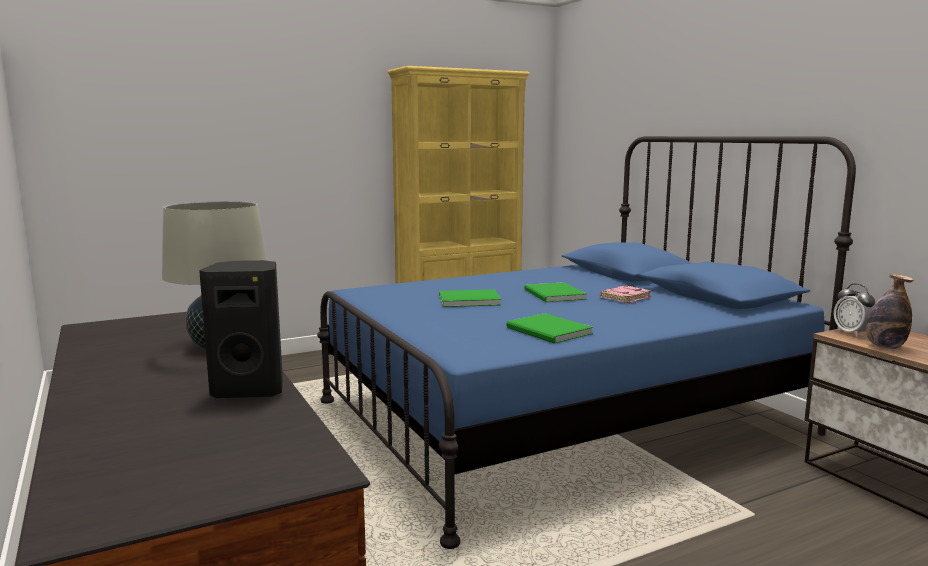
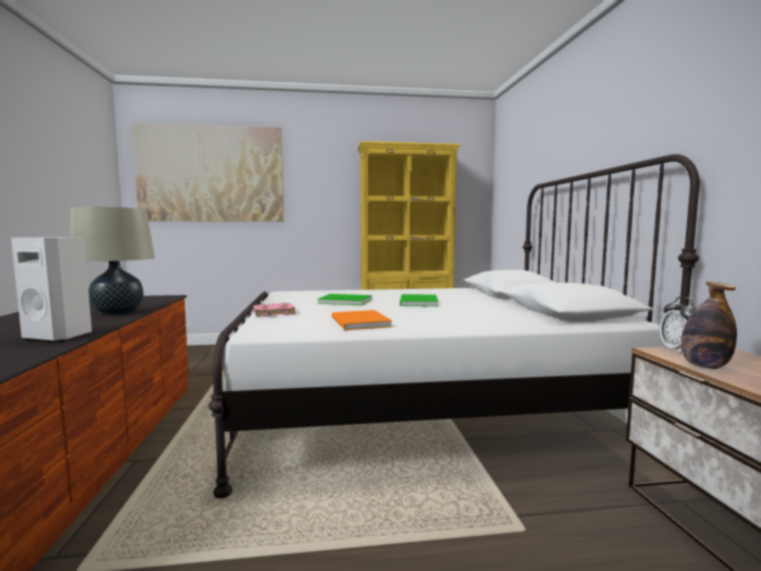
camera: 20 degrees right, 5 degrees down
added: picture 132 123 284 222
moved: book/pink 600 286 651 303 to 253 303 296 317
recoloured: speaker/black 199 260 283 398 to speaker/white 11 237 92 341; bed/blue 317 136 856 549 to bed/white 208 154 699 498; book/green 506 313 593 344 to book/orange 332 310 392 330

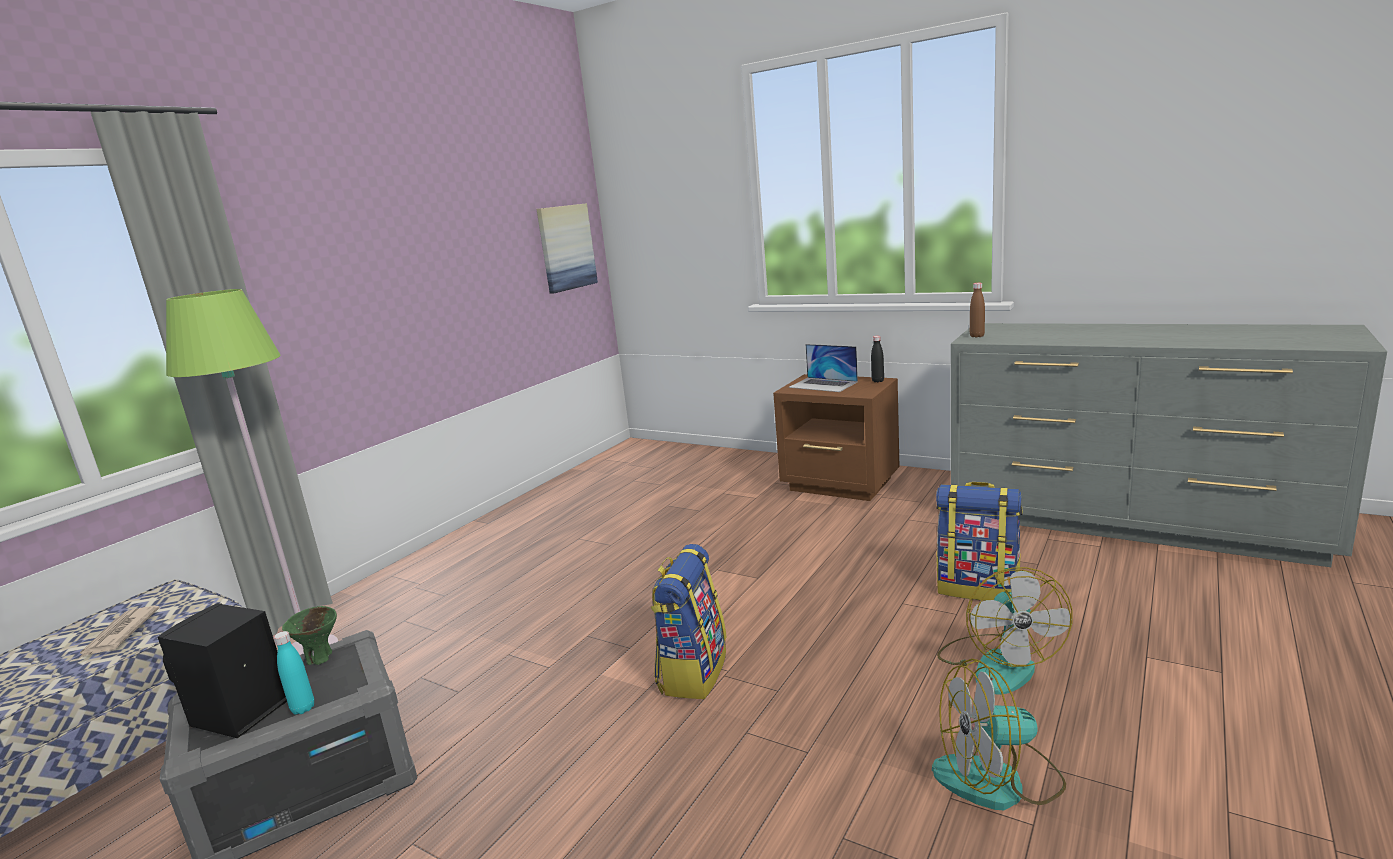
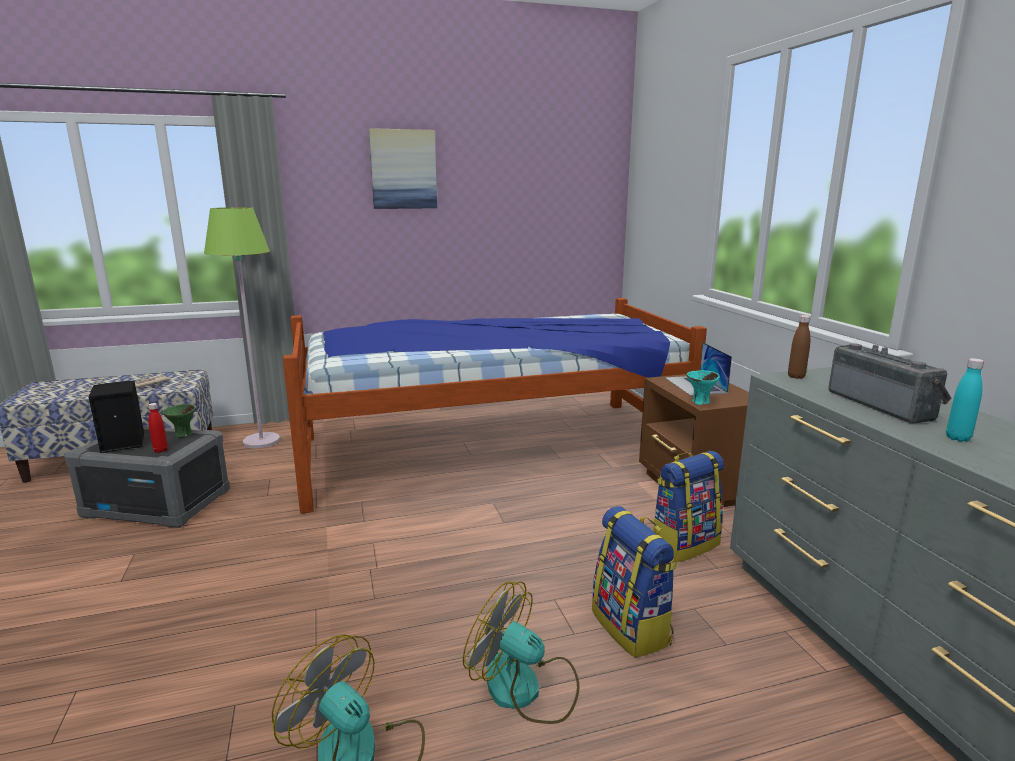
camera: 40 degrees right, 0 degrees up
removed: bottle/black 871 336 884 382
added: bottle/red 148 403 168 453; bed 283 298 707 514; bowl/turquoise 687 370 720 405; radio 828 343 951 424
moved: bottle/turquoise 273 631 314 715 to 946 358 984 442; picture 537 203 598 294 to 369 128 437 209; backpack 651 544 727 699 to 653 451 724 563
turned: fan 937 567 1073 695 = 463 581 580 724 75 degrees clockwise

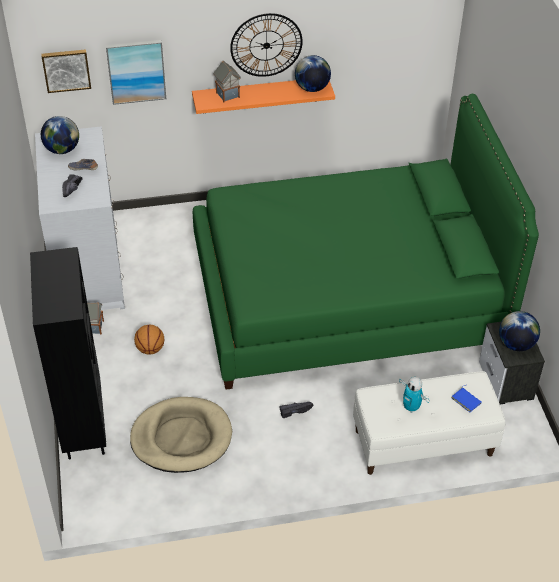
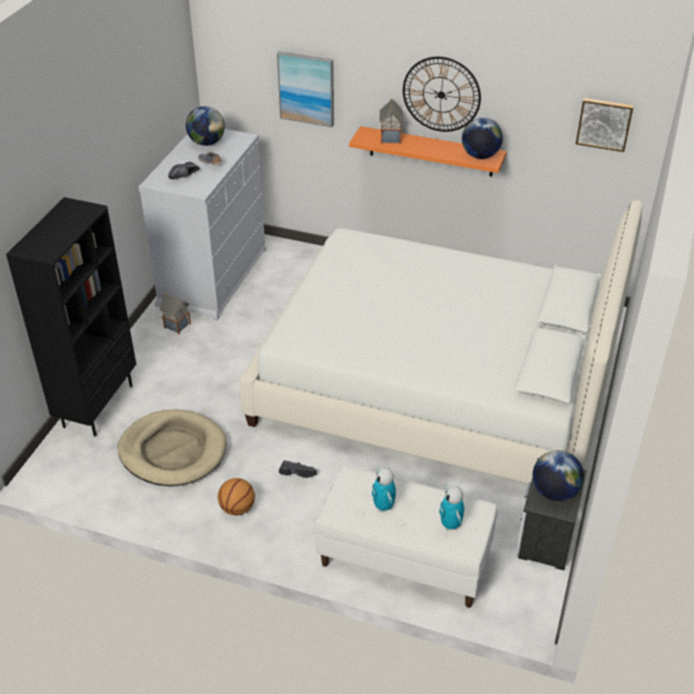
camera: 30 degrees right, 5 degrees down
moved: picture 41 49 91 93 to 576 98 634 152; basketball 134 325 164 355 to 218 478 255 515
replaced: book/blue 451 385 482 412 to toy robot 439 485 464 531
recoloured: bed/green 193 94 539 390 to bed/white 240 200 643 484

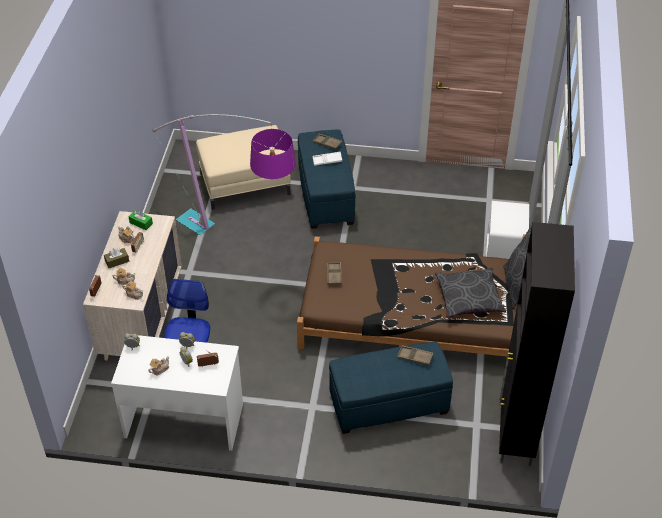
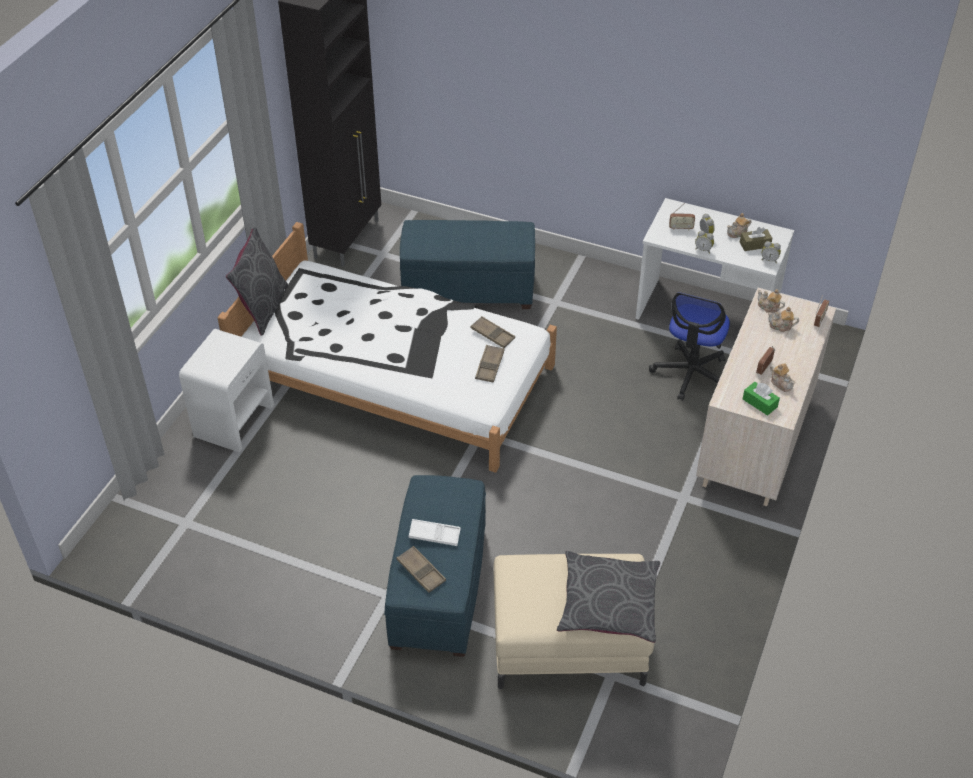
camera: 165 degrees left, 0 degrees up
removed: floor lamp 152 114 296 235
moved: tissue box/brown 104 247 129 268 to 740 227 772 251; tray/brown 397 346 434 365 to 471 316 515 348; pillow/grey 435 268 506 317 to 557 551 660 643
recoloured: bed/brown 297 234 526 357 to bed/white 217 222 557 473

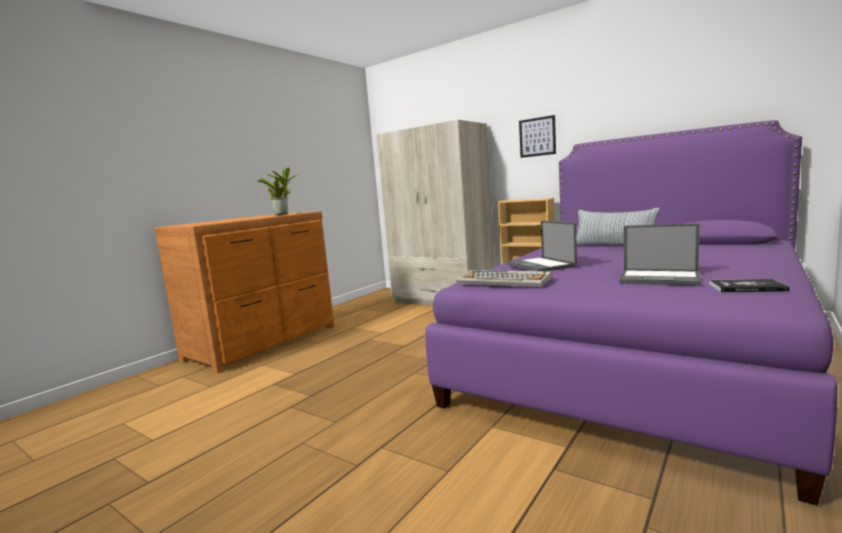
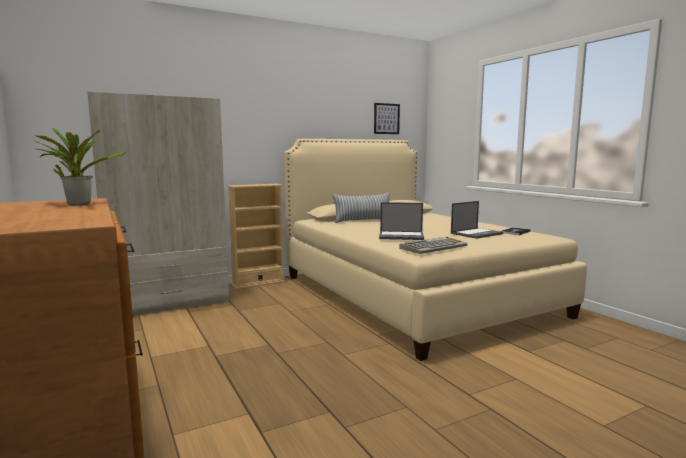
camera: 65 degrees left, 0 degrees up
moved: picture 519 115 556 158 to 374 103 400 134
recoloured: bed/purple 425 120 837 506 to bed/beige 284 139 587 361

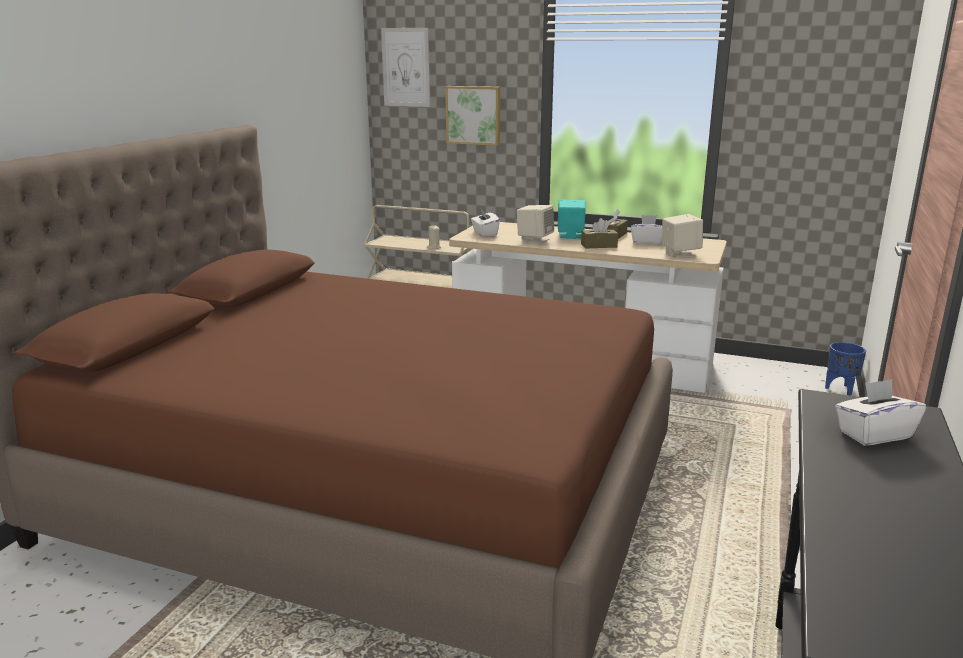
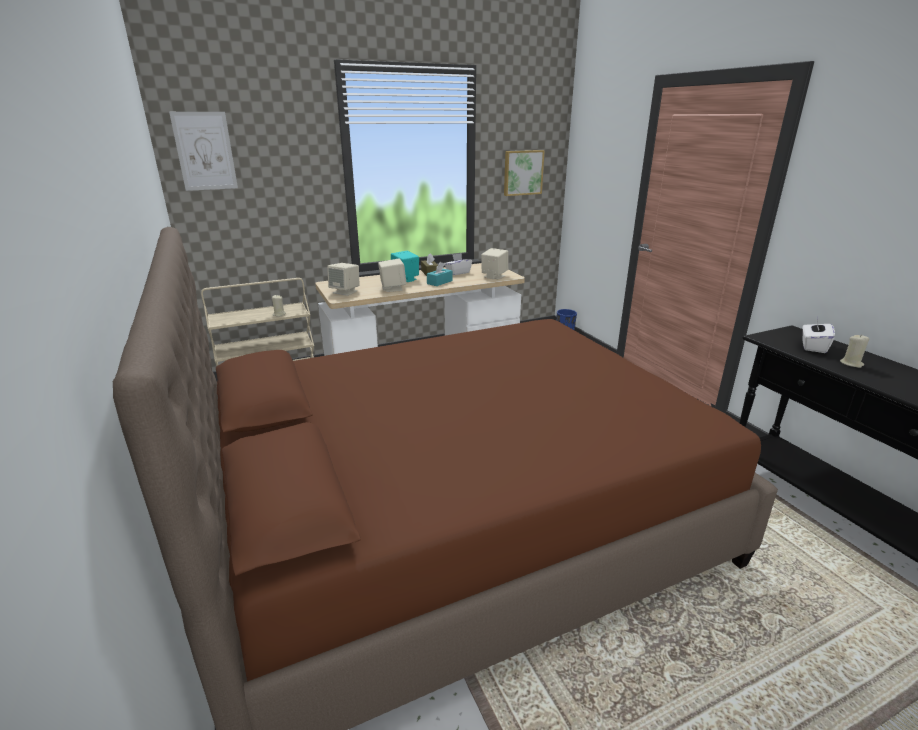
camera: 45 degrees left, 5 degrees up
added: candle/beige 840 334 869 368
moved: picture 445 86 500 146 to 504 150 545 196
replaced: tissue box/white 471 208 500 237 to speaker/beige 327 263 360 296
recoloured: tissue box/brown 581 218 618 248 to tissue box/turquoise 427 262 452 286

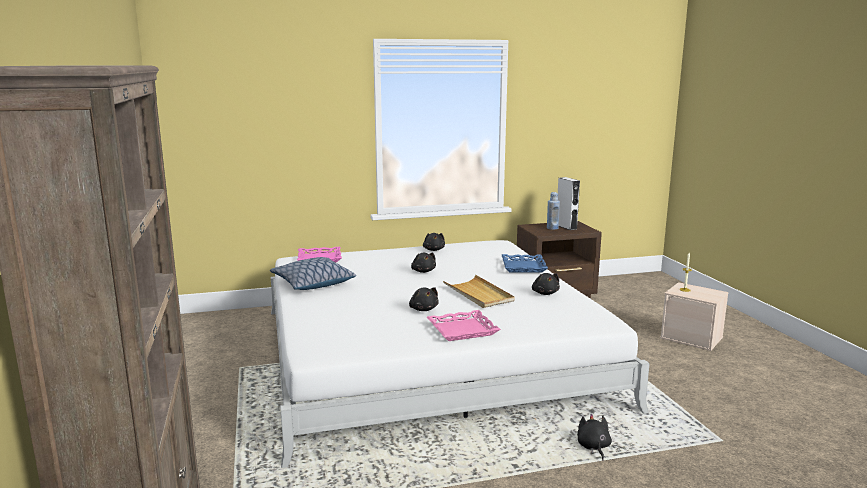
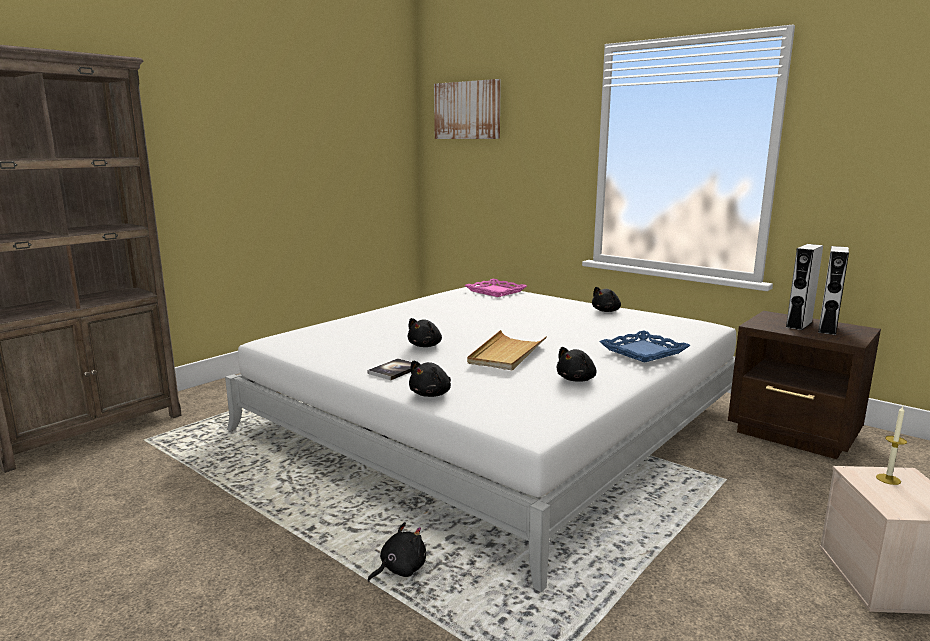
camera: 55 degrees right, 0 degrees up
removed: pillow 270 257 356 290
added: picture 434 79 501 139
moved: plush toy/black 411 252 436 273 to 409 361 451 397
replaced: tray/pink 427 310 501 341 to book 368 358 411 380; bottle/blue 547 192 560 230 to speaker/grey 786 244 823 330

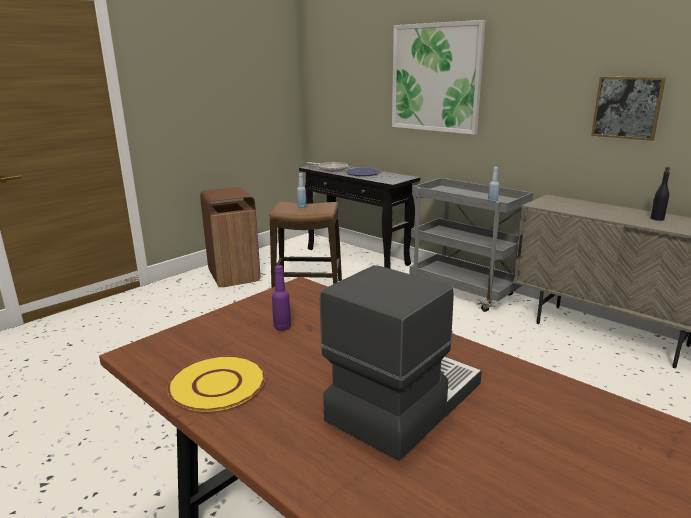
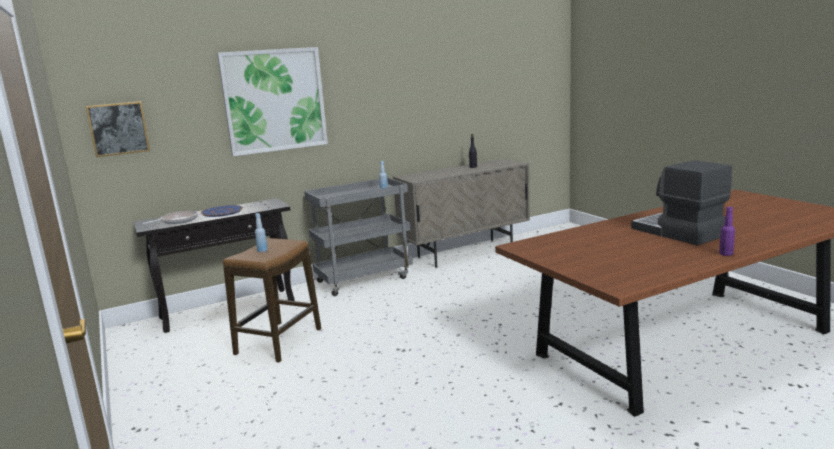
camera: 70 degrees left, 5 degrees down
removed: plate/yellow 167 356 265 412; trash can/brown 200 187 261 287
moved: bottle/purple 272 265 291 331 to 719 207 735 256; picture 591 76 666 141 to 86 101 150 157

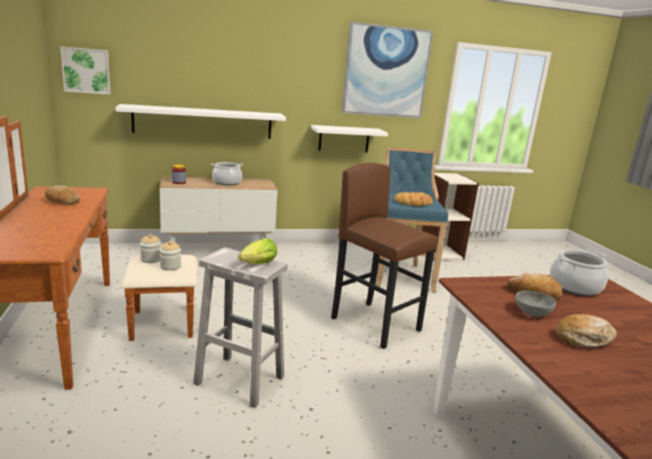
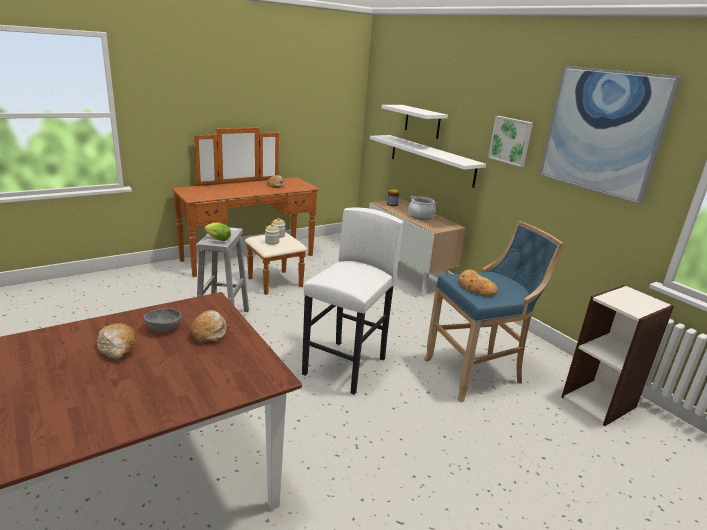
camera: 70 degrees right, 5 degrees up
removed: cooking pot 550 249 608 296
moved: picture 60 46 111 94 to 488 116 533 167; shelf/white 311 125 388 152 to 381 105 448 139
recoloured: stool/brown 331 163 438 349 to stool/white 302 208 403 395

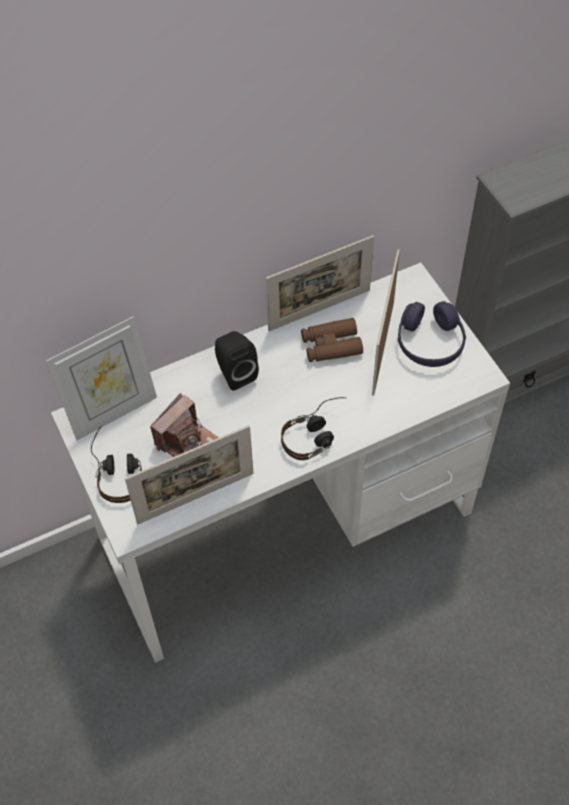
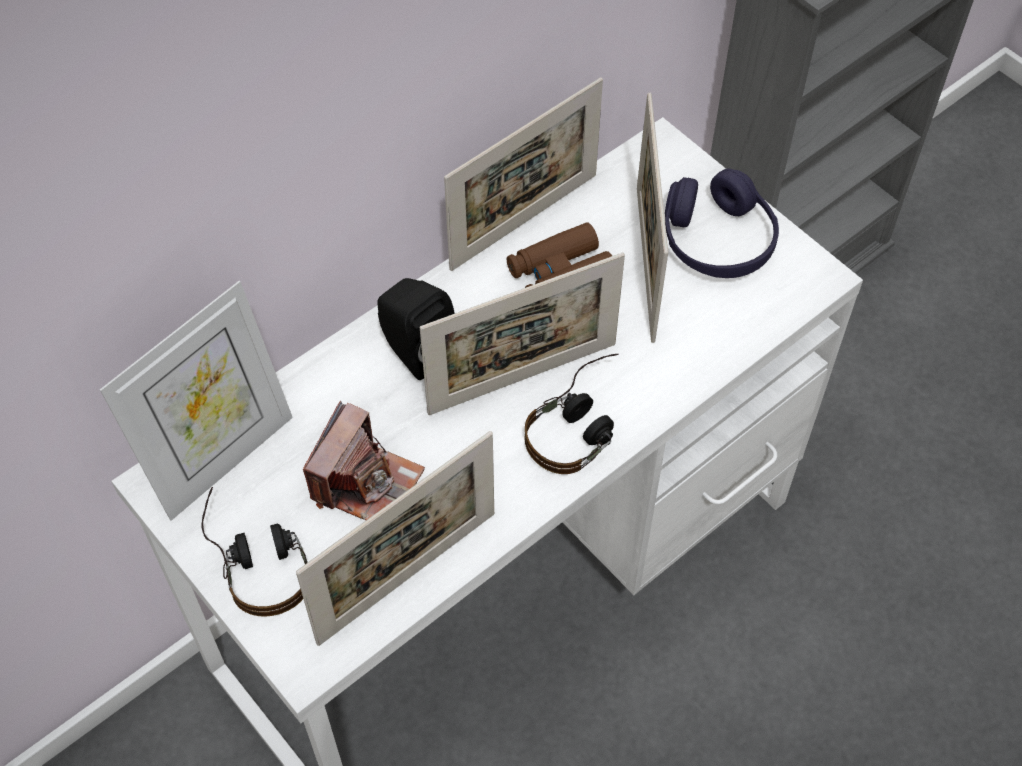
camera: 15 degrees left, 0 degrees up
added: picture frame 420 252 625 415

